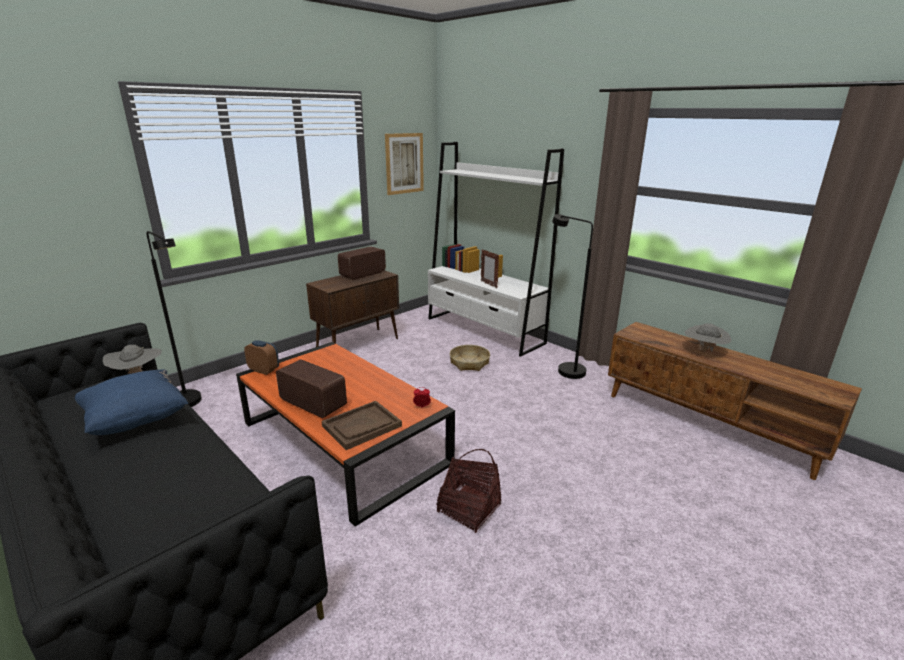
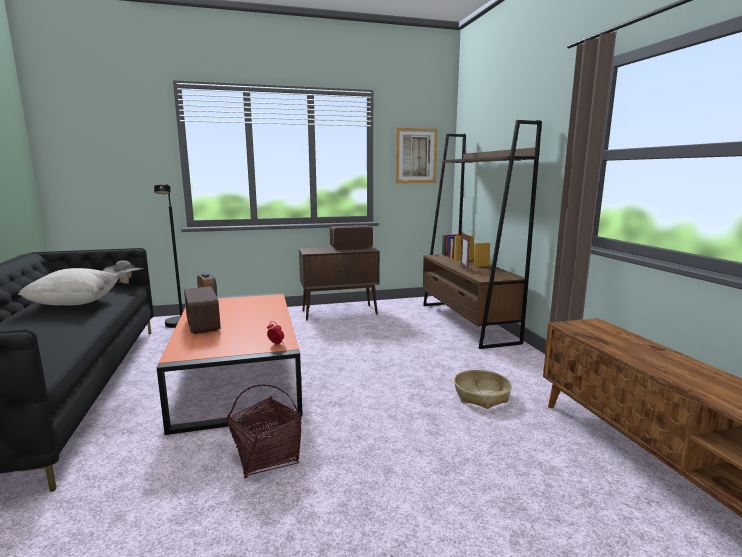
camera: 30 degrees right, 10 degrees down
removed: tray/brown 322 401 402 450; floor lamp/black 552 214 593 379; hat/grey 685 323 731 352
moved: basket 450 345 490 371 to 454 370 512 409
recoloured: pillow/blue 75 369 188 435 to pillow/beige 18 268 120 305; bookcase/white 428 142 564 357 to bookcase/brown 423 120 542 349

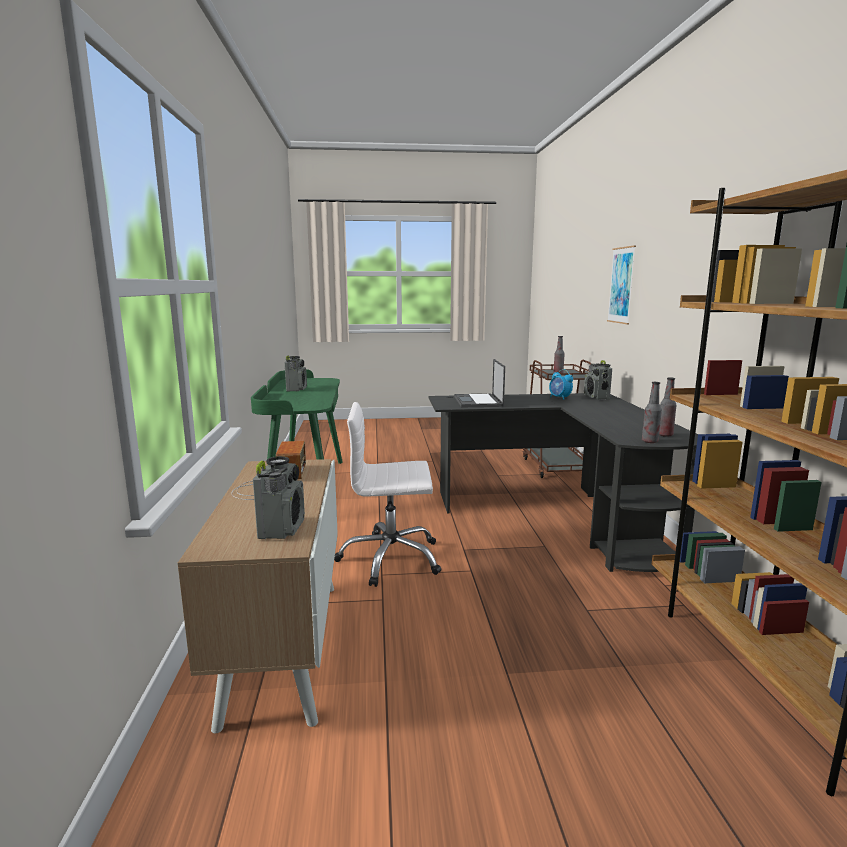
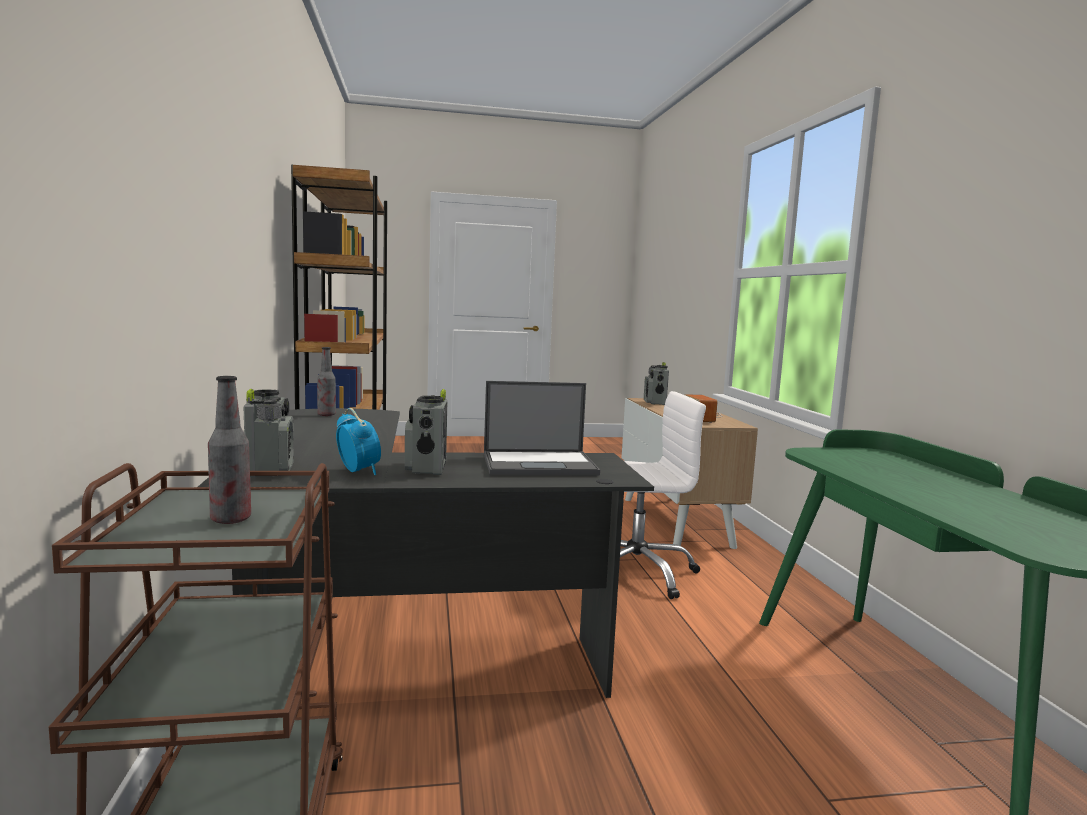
camera: 175 degrees right, 5 degrees down
removed: picture 607 245 636 324; bottle 642 382 662 443
moved: radio 285 356 307 392 to 405 389 448 475
turned: laptop 454 359 505 407 = 484 381 600 475 90 degrees clockwise

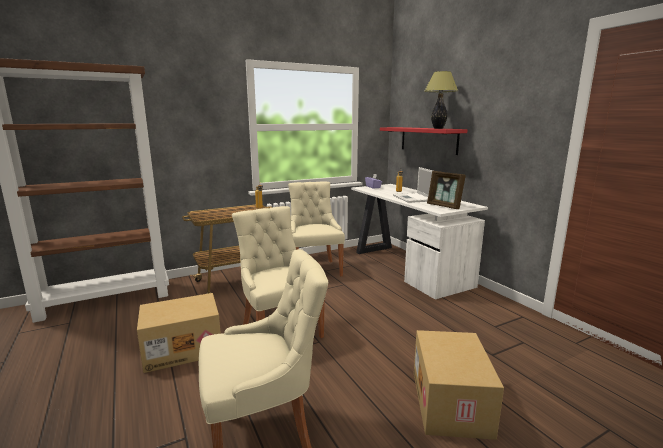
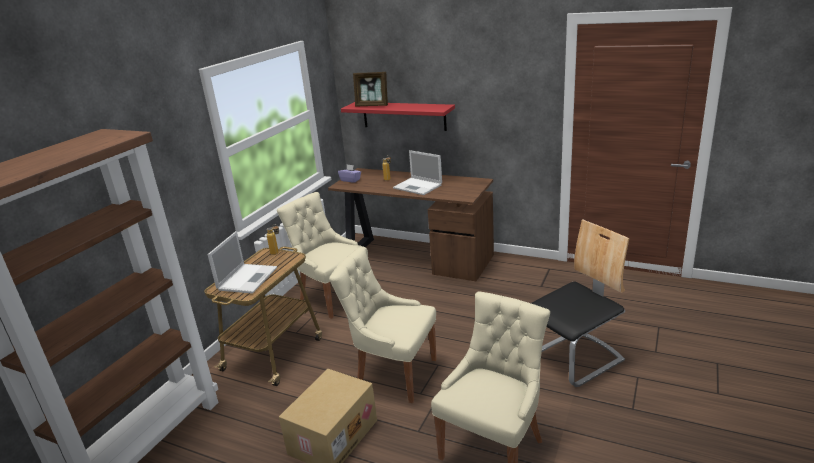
camera: 35 degrees left, 10 degrees up
removed: table lamp 424 71 458 129
added: laptop 208 231 277 294
moved: picture frame 427 171 466 209 to 353 72 388 106
replaced: cardboard box 414 330 504 440 to chair 531 219 629 387
recoloured: desk/white 351 184 488 299 to desk/brown 328 168 494 281

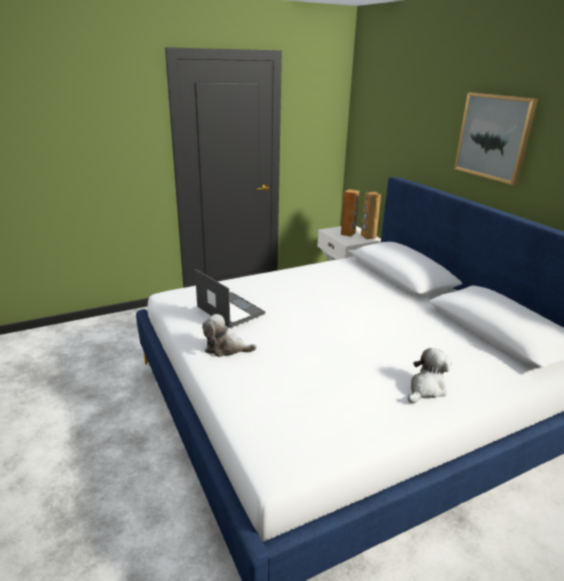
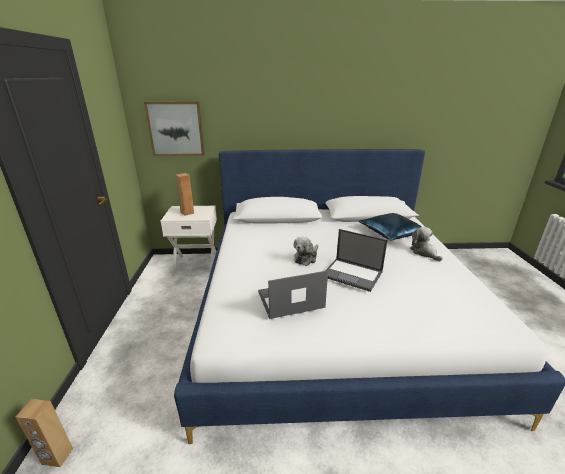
camera: 65 degrees left, 0 degrees up
added: laptop 325 229 387 292; pillow/blue 358 213 422 240
moved: plush toy 202 314 257 357 to 293 237 318 266; speaker/brown 361 192 381 239 to 15 399 73 467; picture 454 92 538 185 to 144 101 205 156

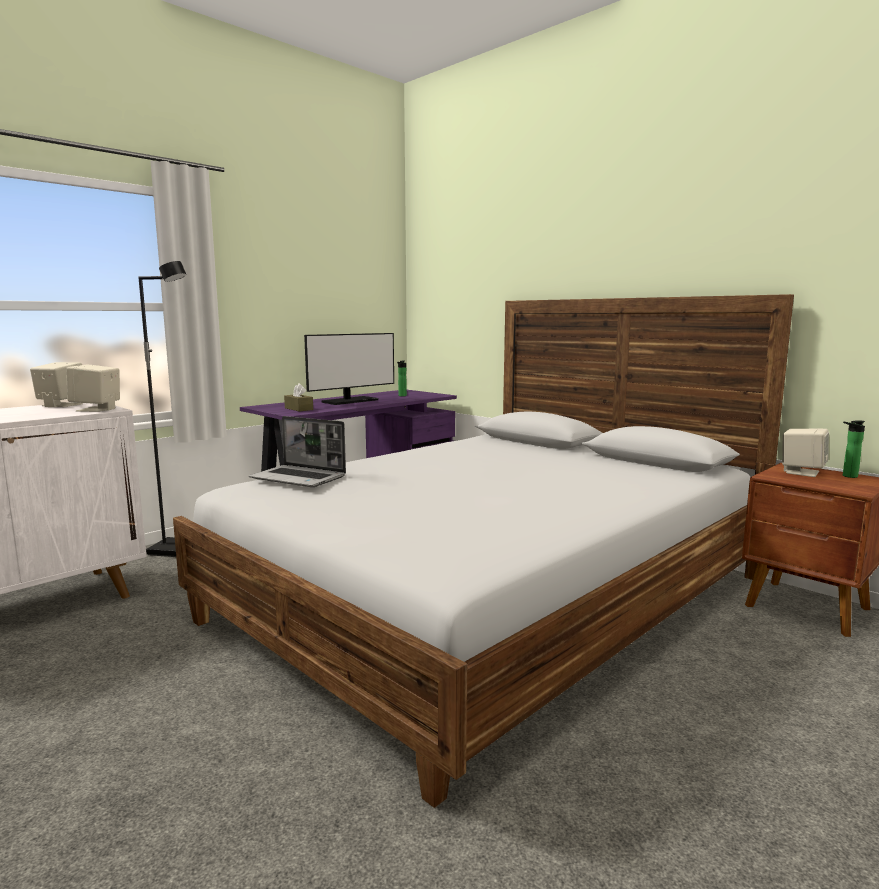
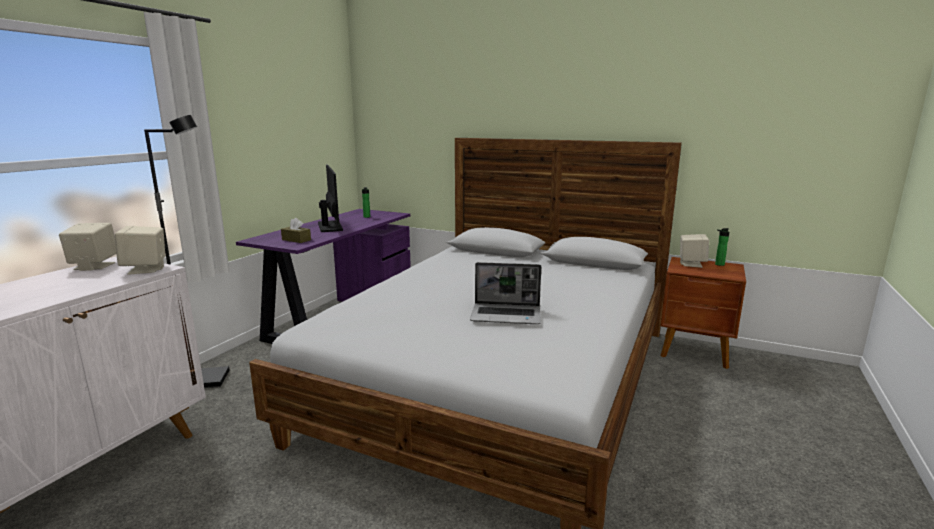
camera: 20 degrees left, 5 degrees up
moved: laptop 249 416 346 487 to 470 262 541 324
turned: monitor 304 333 394 405 = 318 164 343 232 45 degrees counterclockwise

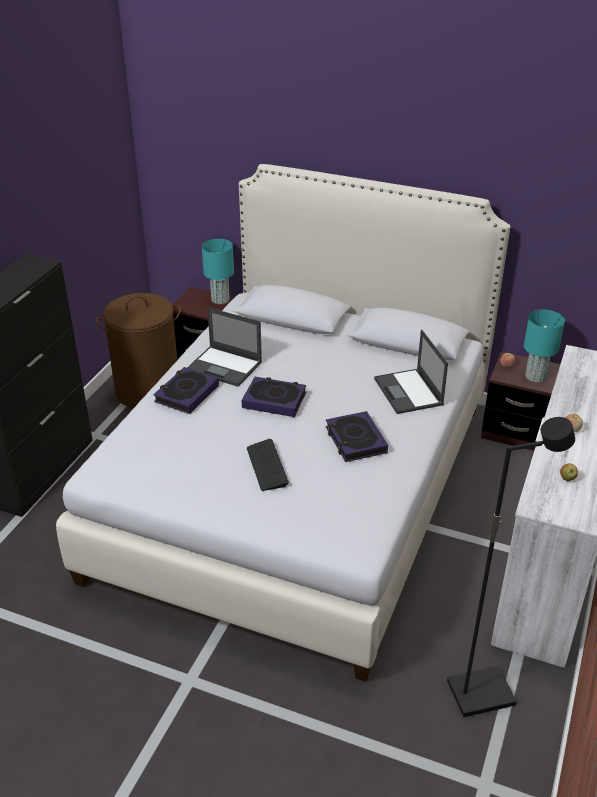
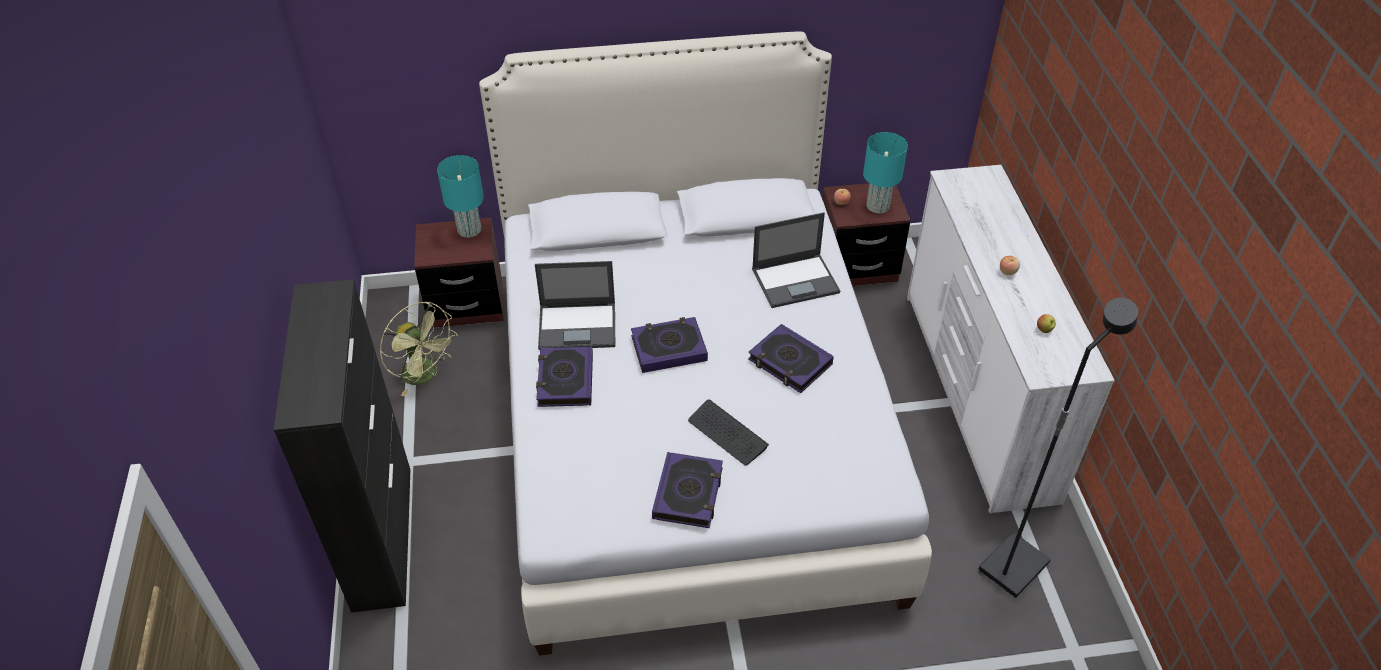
camera: 30 degrees left, 10 degrees up
added: book 652 452 723 528
replaced: laundry basket/brown 96 293 181 409 to fan/green 380 301 458 397
turned: laptop 374 329 448 414 = 752 212 840 308 60 degrees counterclockwise

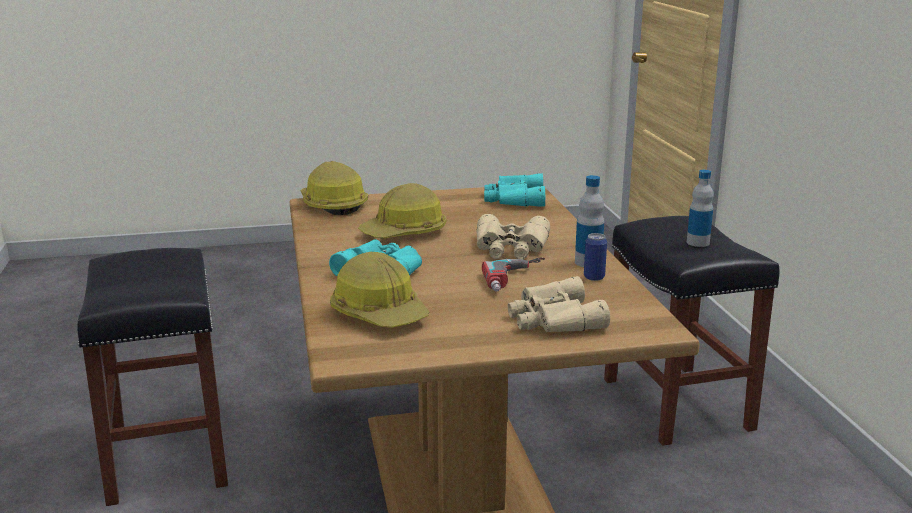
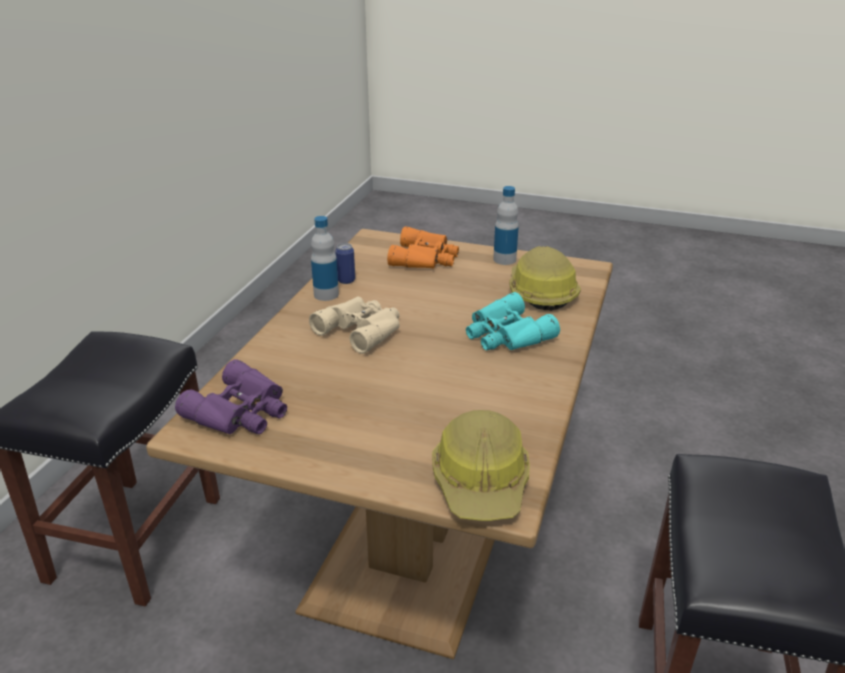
camera: 150 degrees left, 10 degrees up
removed: hard hat 358 183 447 238; power drill 482 257 545 291
moved: bottle 687 170 714 247 to 493 186 519 265
recoloured: binoculars/turquoise 484 173 545 207 to binoculars/purple 175 359 287 434; binoculars/beige 507 276 610 332 to binoculars/orange 387 226 459 269

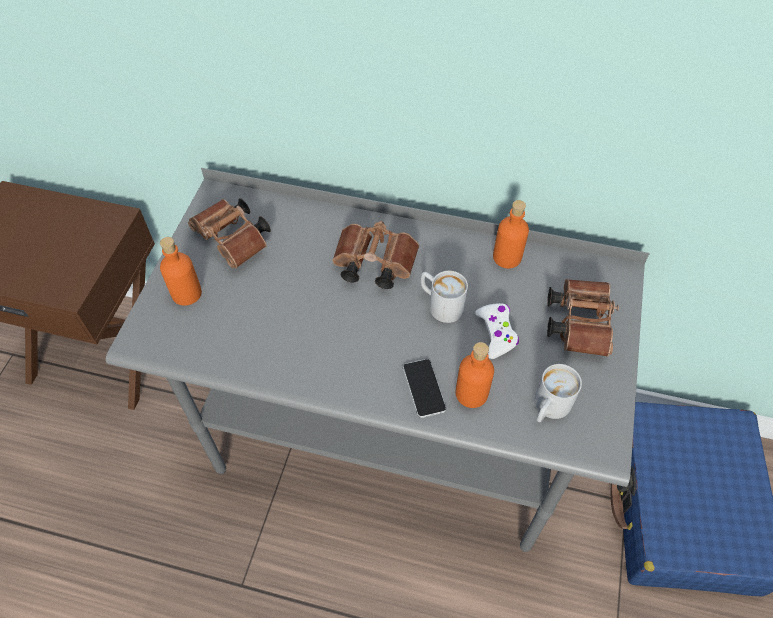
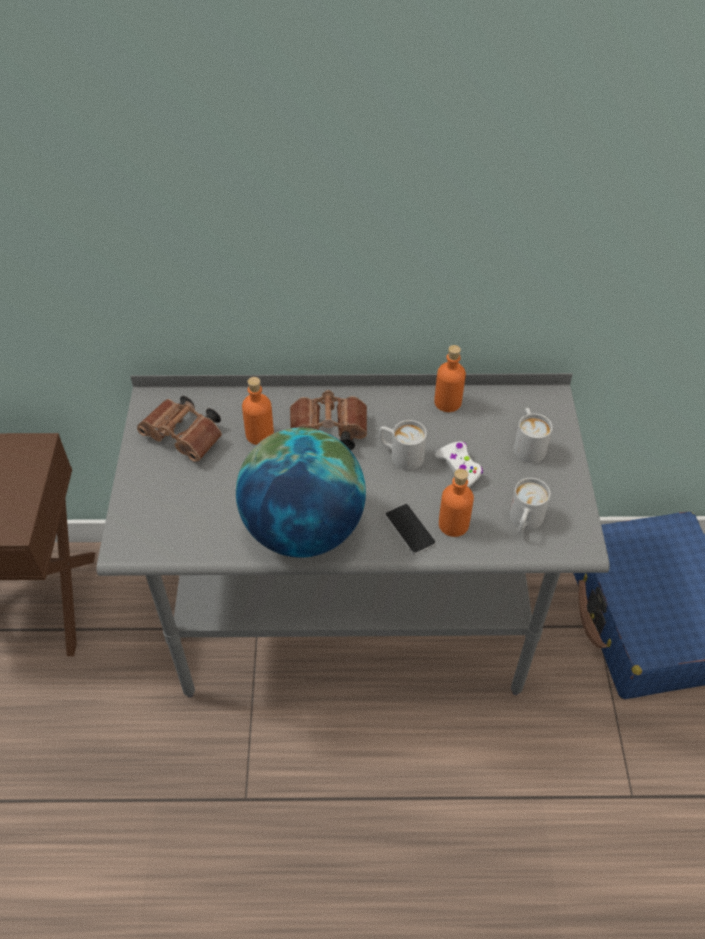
camera: 15 degrees left, 5 degrees down
added: globe 236 428 366 558
moved: bottle/orange 160 237 202 306 to 242 377 274 445
replaced: binoculars/brown 547 279 619 357 to mug/white 514 408 553 463

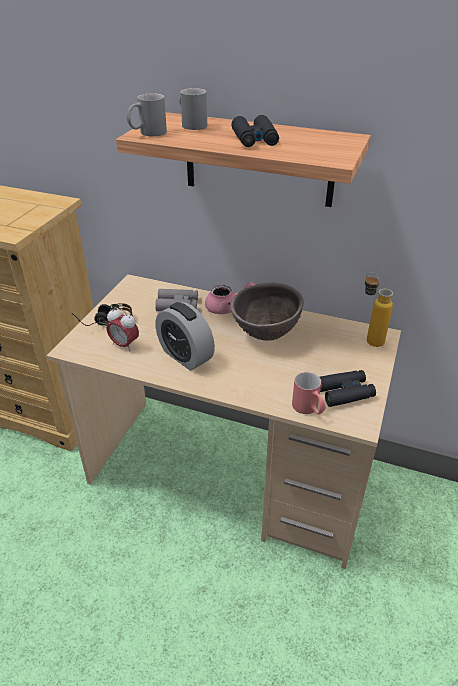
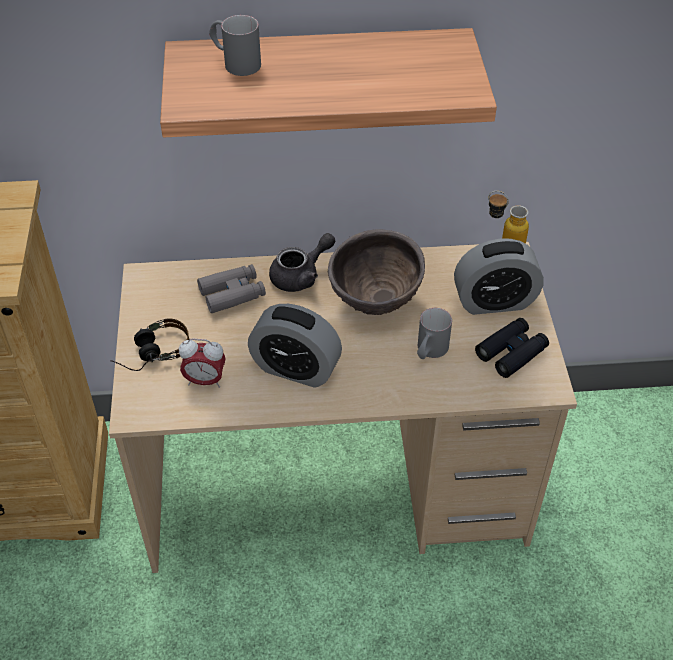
camera: 25 degrees left, 10 degrees up
removed: binoculars/black 231 115 279 147; mug/red 292 372 326 414
added: alarm clock 454 239 544 315
moved: mug/grey 126 93 167 136 to 417 308 452 359
recoloured: teapot/pink 205 282 255 314 to teapot/grey 269 233 335 292

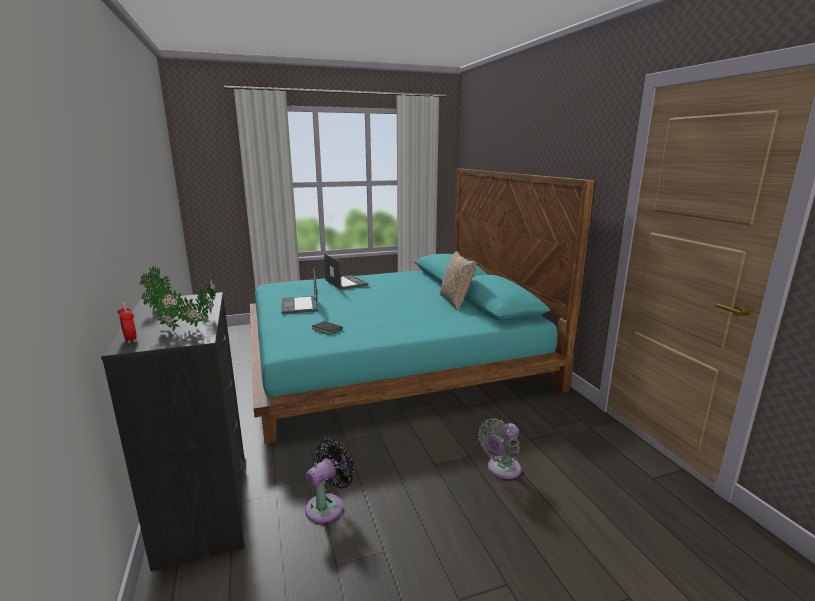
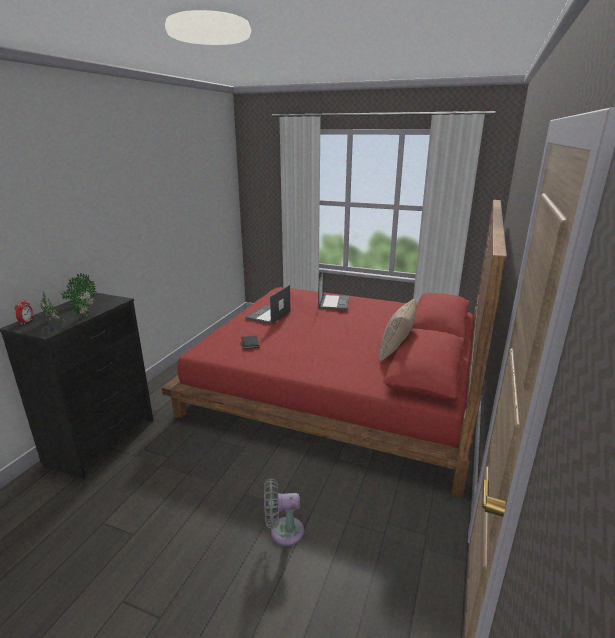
camera: 40 degrees right, 5 degrees up
removed: fan/black 305 440 354 523
recoloured: bed/turquoise 250 169 595 444 to bed/red 161 200 507 498

